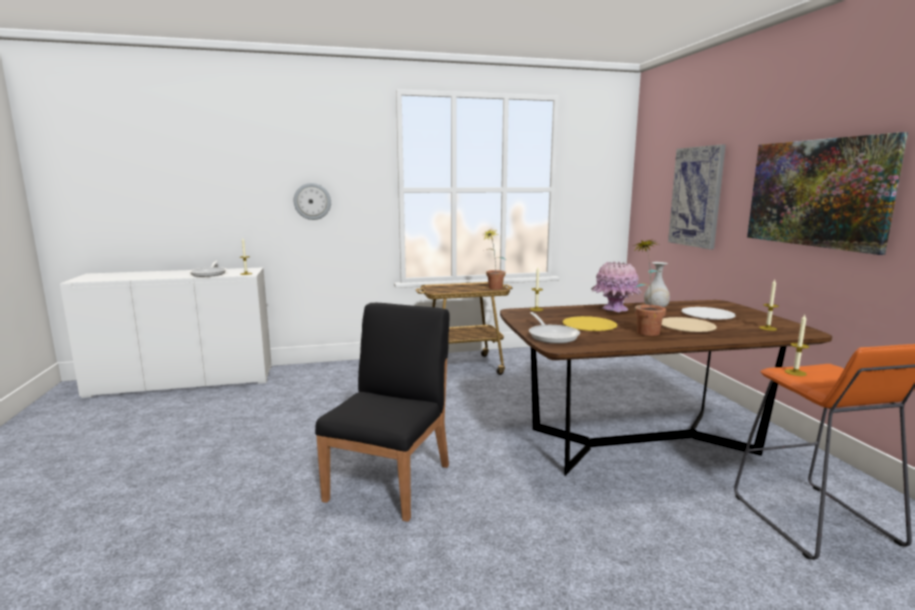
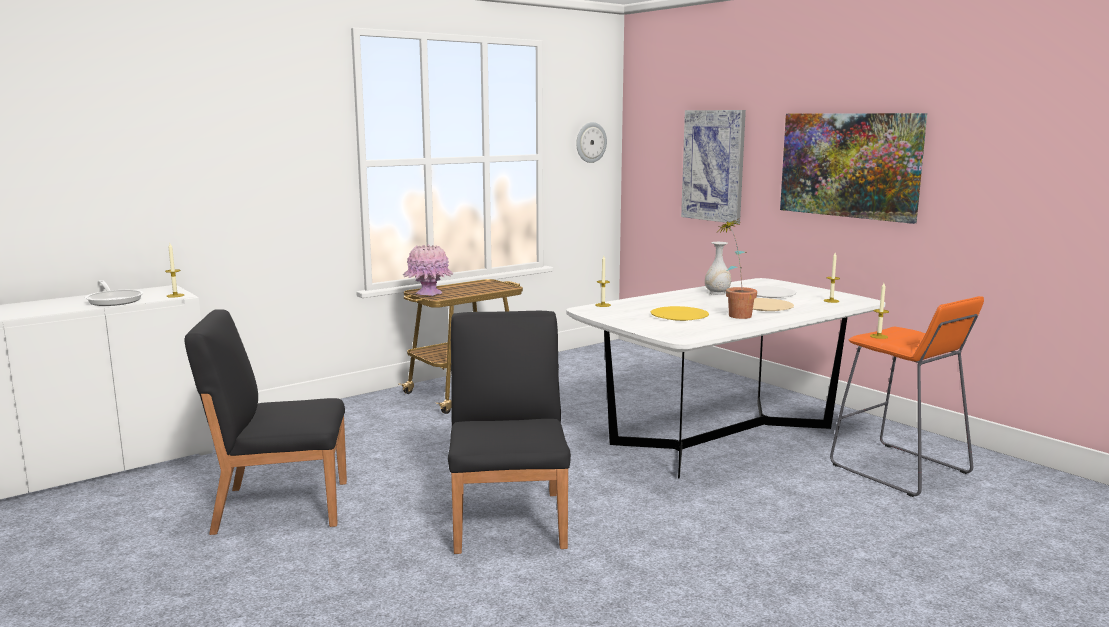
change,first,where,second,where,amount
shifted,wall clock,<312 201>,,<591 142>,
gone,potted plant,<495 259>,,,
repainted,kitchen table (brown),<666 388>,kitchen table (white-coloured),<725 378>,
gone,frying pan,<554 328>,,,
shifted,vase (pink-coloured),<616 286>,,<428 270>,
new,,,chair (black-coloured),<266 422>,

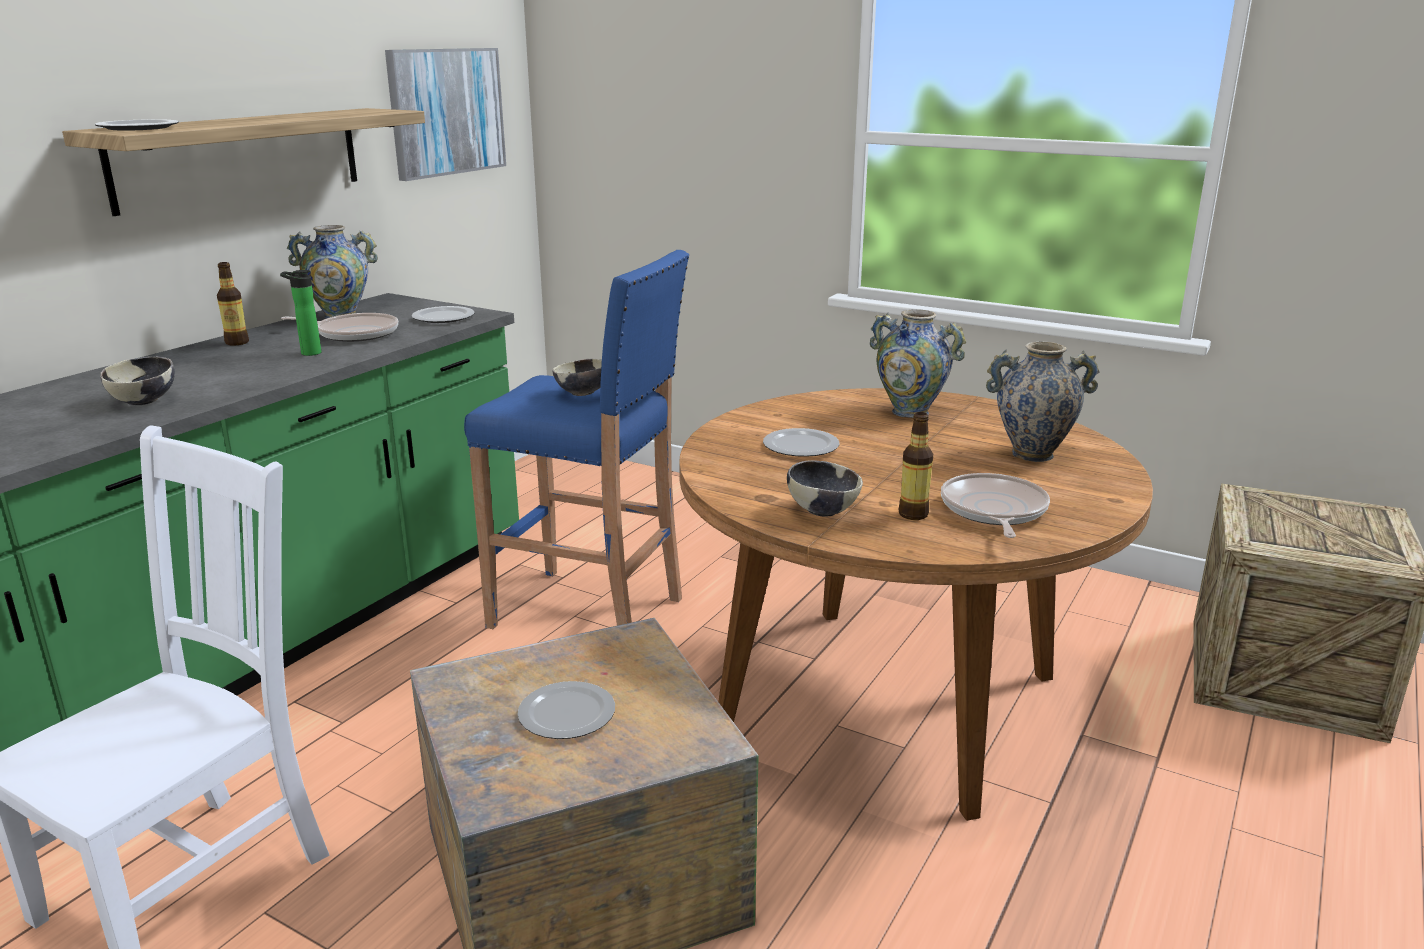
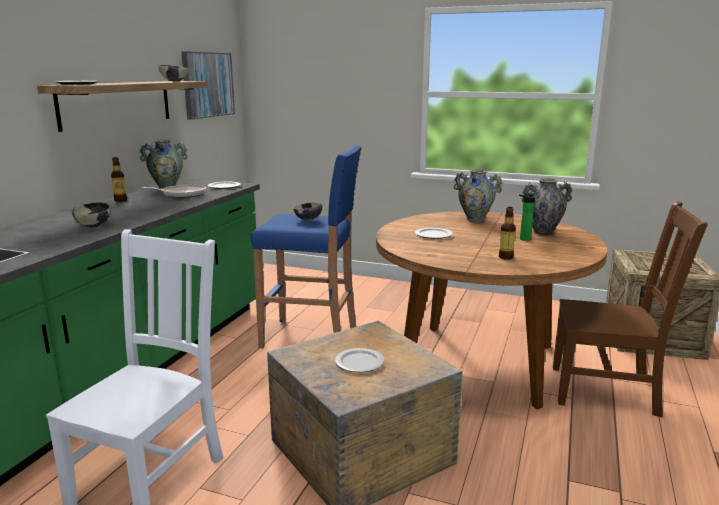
change,first,where,second,where,amount
shifted,beverage bottle,<301 313>,,<527 217>,
shifted,deep dish,<825 488>,,<173 73>,
gone,frying pan,<995 505>,,,
new,,,chair (brown),<630 309>,

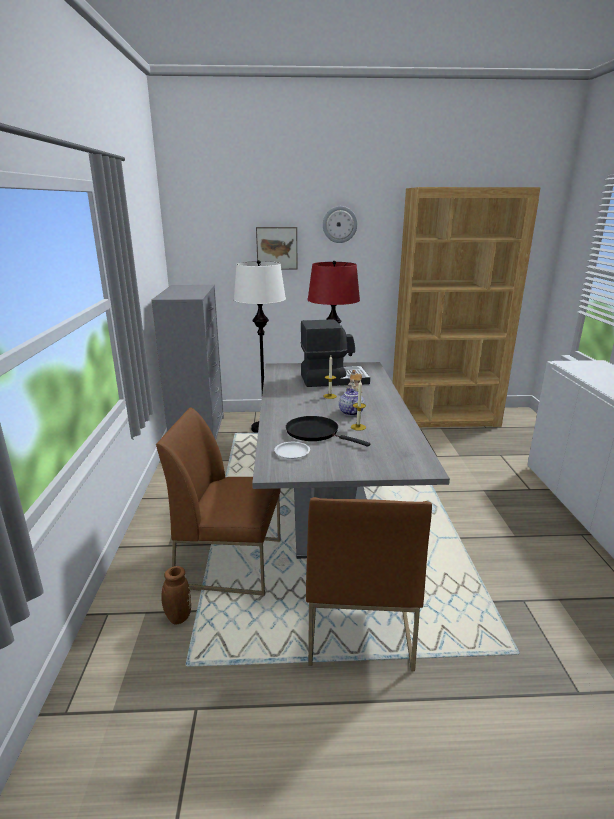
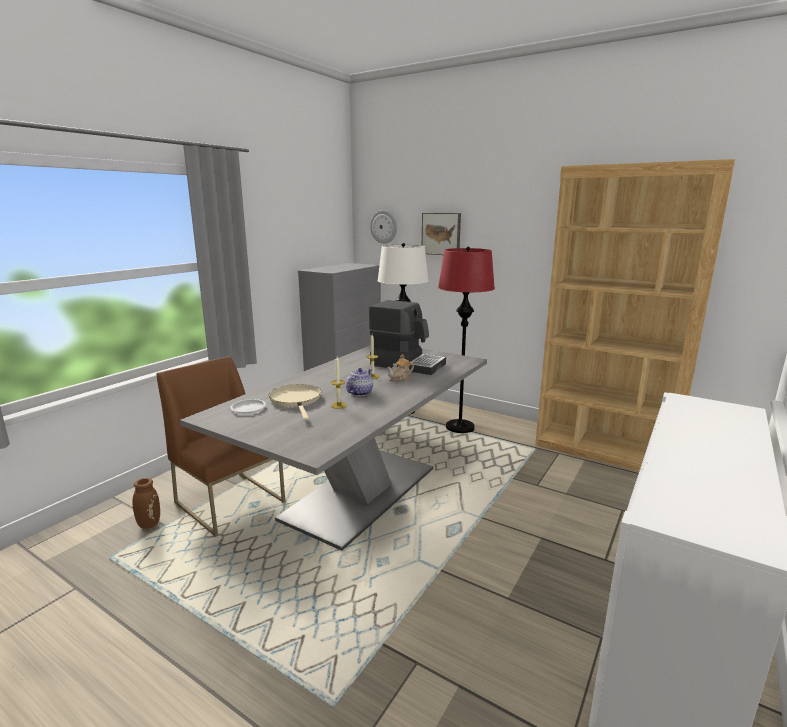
change,first,where,second,where,amount
repainted,frying pan (black-coloured),<328 431>,frying pan (beige-coloured),<295 402>,
gone,chair (brown),<369 584>,,,
shifted,wall clock,<340 224>,,<383 227>,

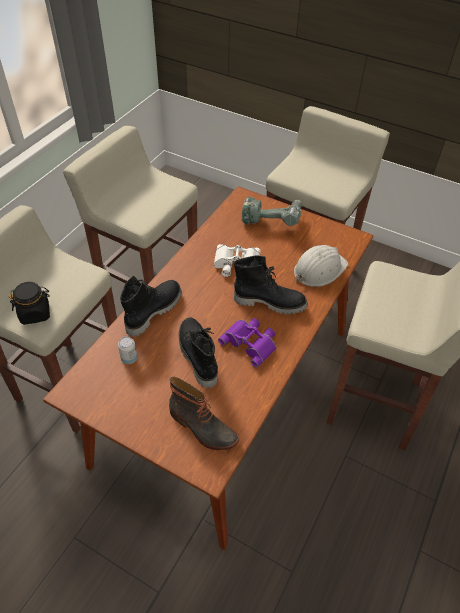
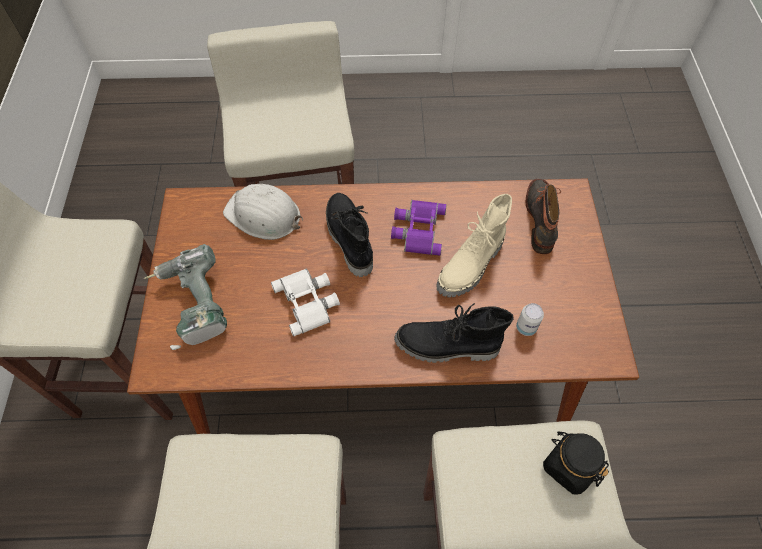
change,first,where,second,where,amount
repainted,boot (black-coloured),<198 353>,boot (beige-coloured),<474 245>,

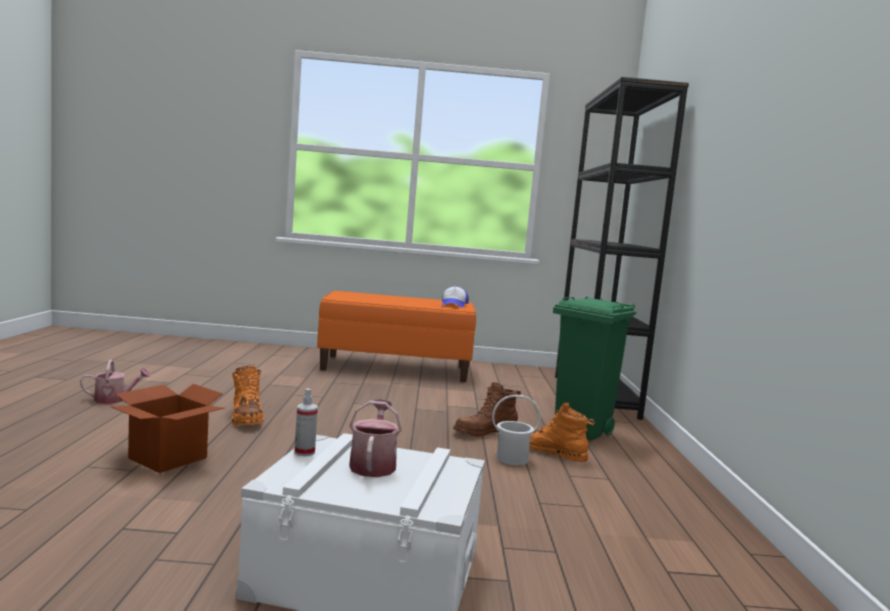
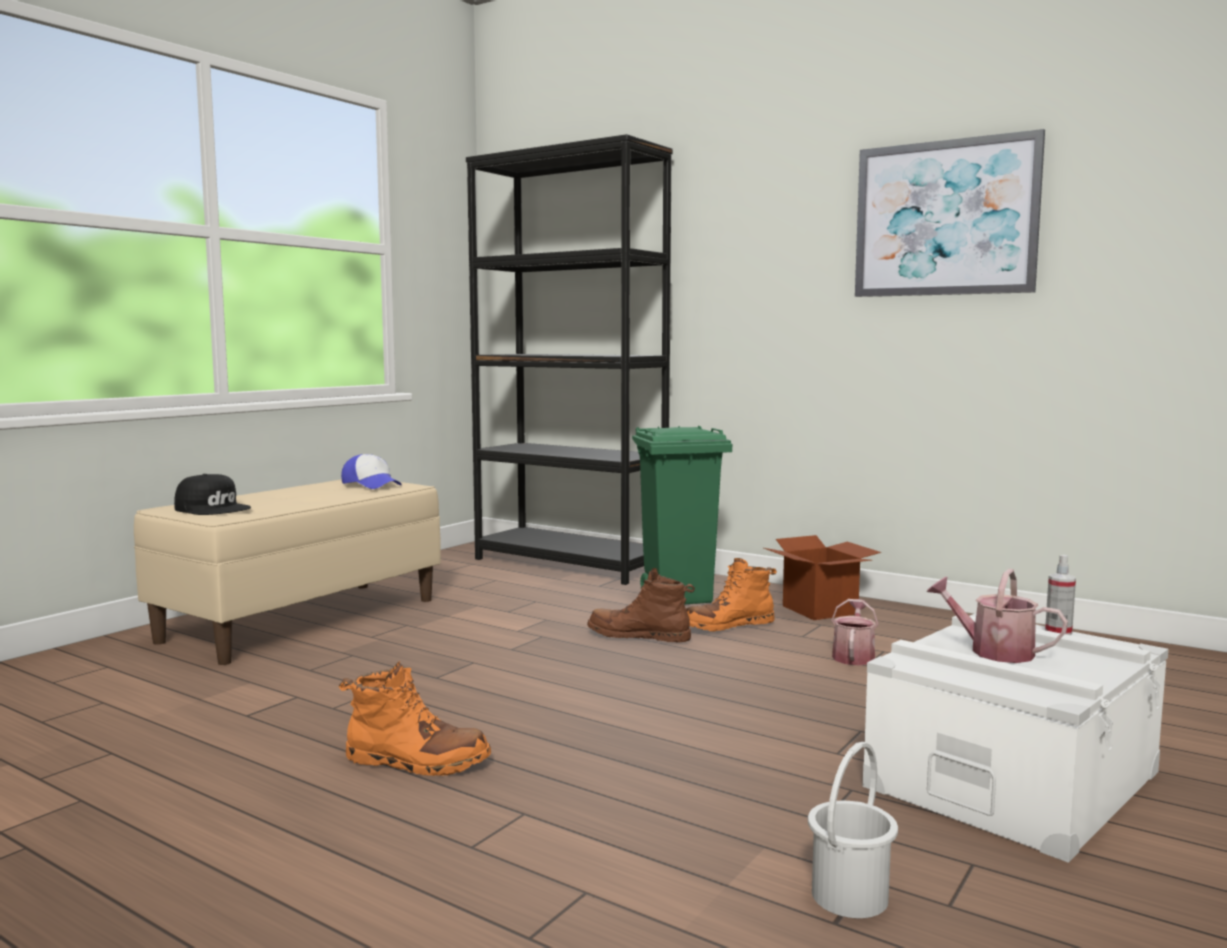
change,first,where,second,where,amount
shifted,sprinkling can,<115 382>,,<855 632>,
shifted,packing box,<167 428>,,<822 577>,
shifted,hand sprayer,<306 422>,,<1060 595>,
repainted,bench (orange-coloured),<396 336>,bench (beige-coloured),<287 572>,
rotated,boot (brown),<487 409>,,<641 605>,105 degrees clockwise
shifted,pail (white-coloured),<516 430>,,<853 830>,
new,,,baseball cap (black-coloured),<212 494>,
new,,,wall picture,<950 213>,

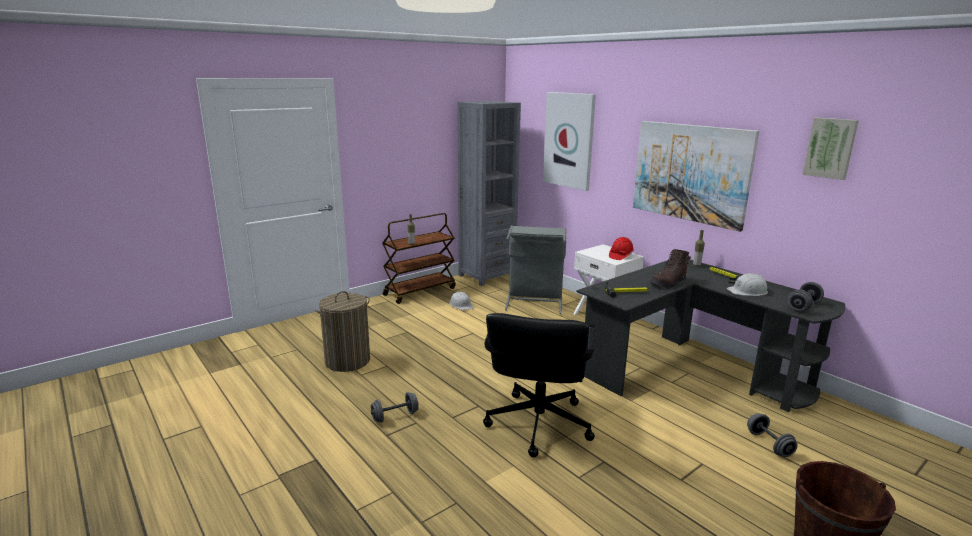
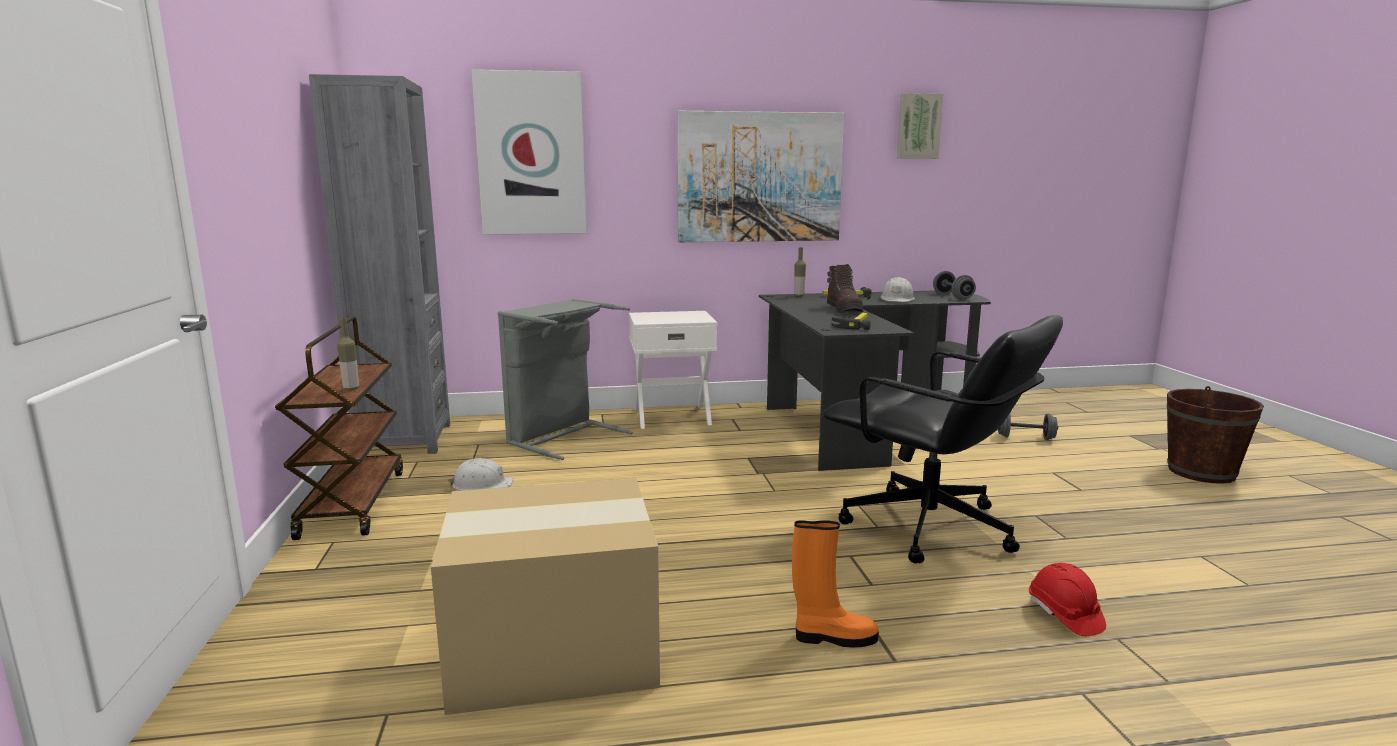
change,first,where,second,where,amount
swapped,hamper,<342 331>,packing box,<545 596>,
swapped,dumbbell (gray),<395 407>,boot (orange-coloured),<835 584>,
shifted,safety helmet (red-coloured),<621 248>,,<1067 599>,

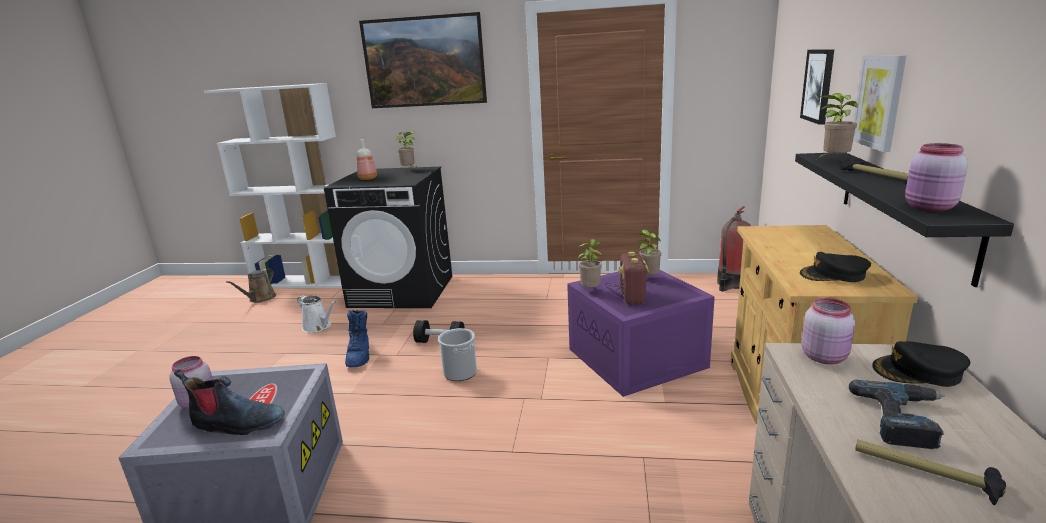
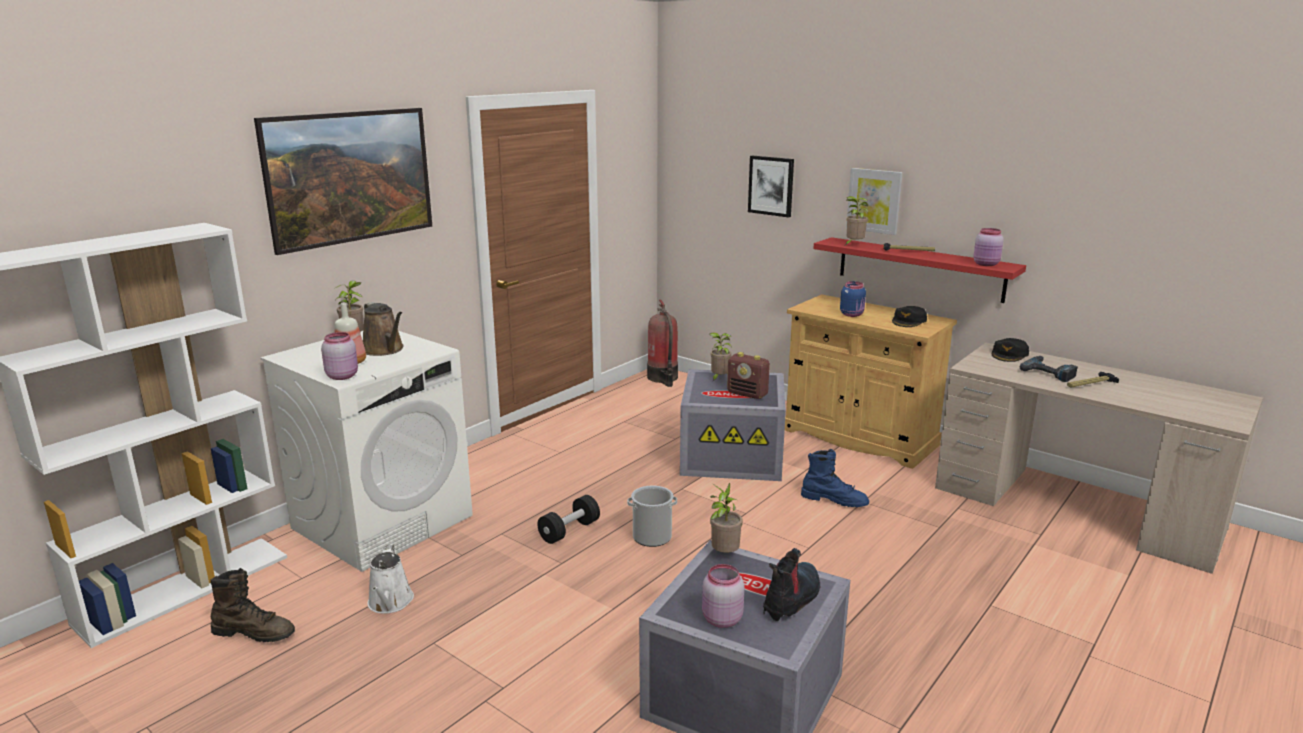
change,first,where,second,where,amount
shifted,sprinkling can (brown),<251 286>,,<383 329>,
rotated,sprinkling can (white-coloured),<316 314>,,<390 579>,105 degrees clockwise
repainted,laundry appliance (black-coloured),<388 237>,laundry appliance (white-coloured),<366 451>,
shifted,boot (blue-coloured),<357 339>,,<835 478>,
repainted,storage box (purplish),<641 333>,storage box (gray),<733 425>,
shifted,potted plant,<590 263>,,<726 518>,
repainted,shelf (black-coloured),<904 220>,shelf (red-coloured),<919 270>,
shifted,preserve jar (pink-coloured),<828 331>,,<339 356>,
new,,,boot (brown),<252 605>,
new,,,preserve jar (blue-coloured),<853 299>,

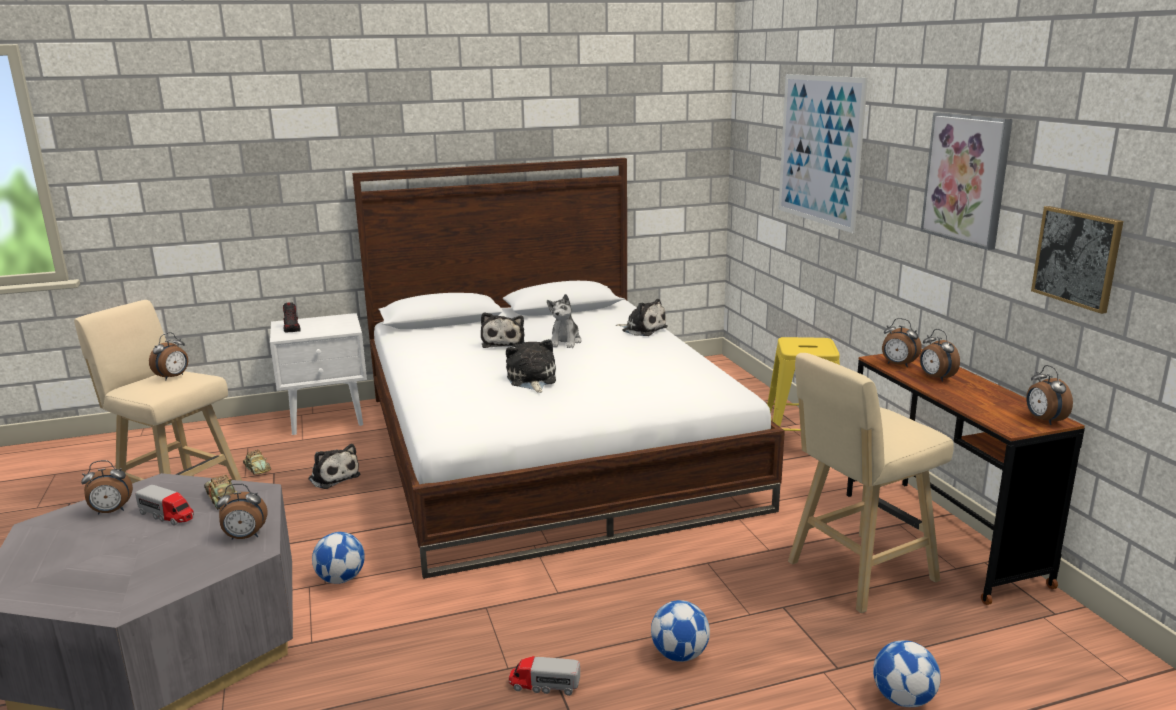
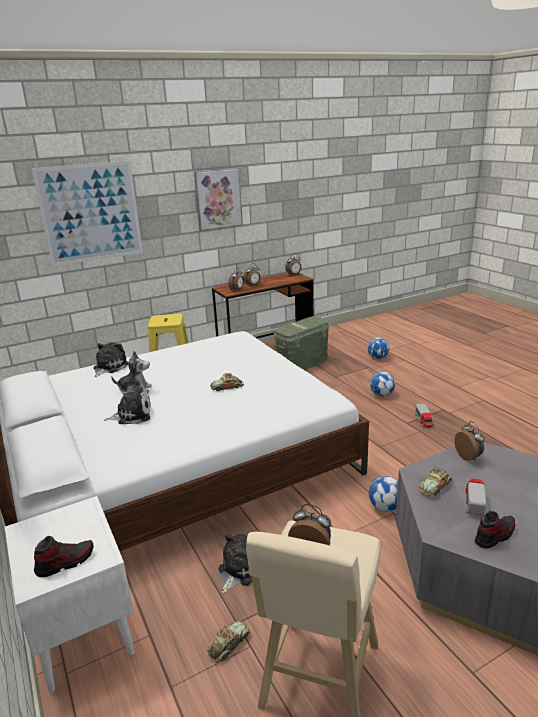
change,first,where,second,where,amount
swapped,bedside clock,<107 487>,low shoe,<495 530>,
swapped,cuddly toy,<531 366>,model car,<227 382>,
swapped,stool seat (beige-coloured),<871 483>,storage box (greenish),<301 343>,
gone,wall picture,<1077 260>,,,

